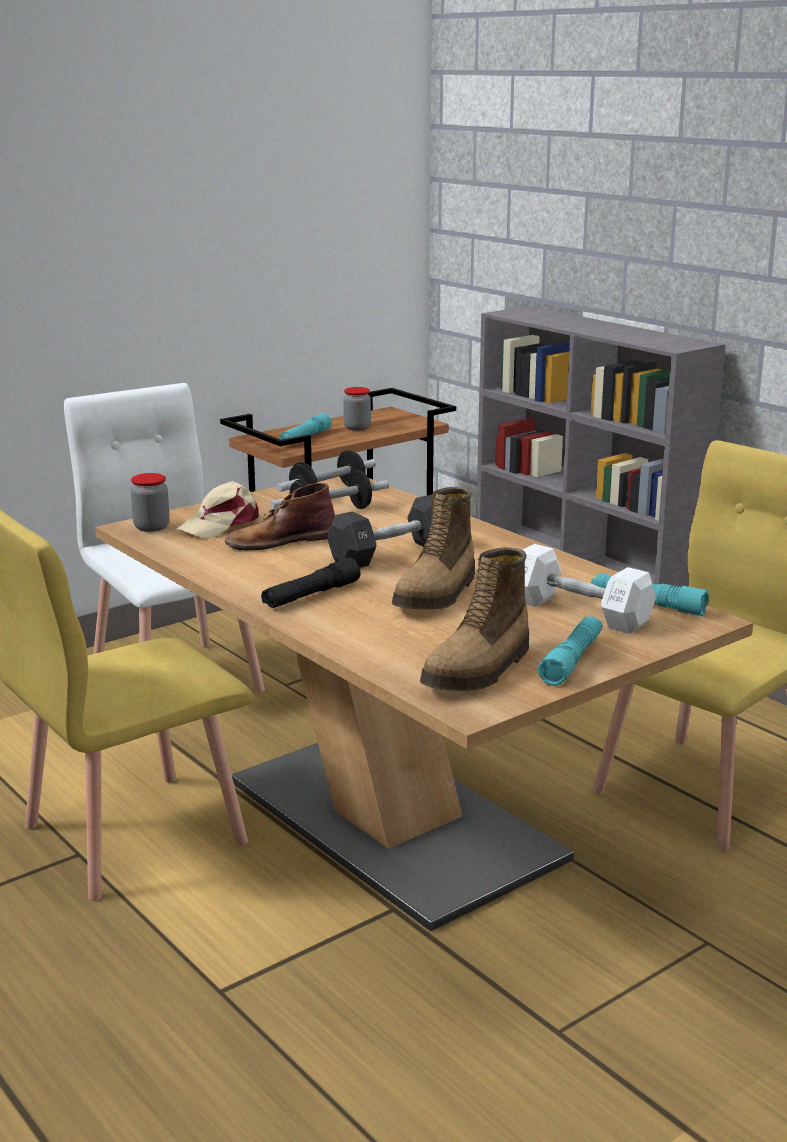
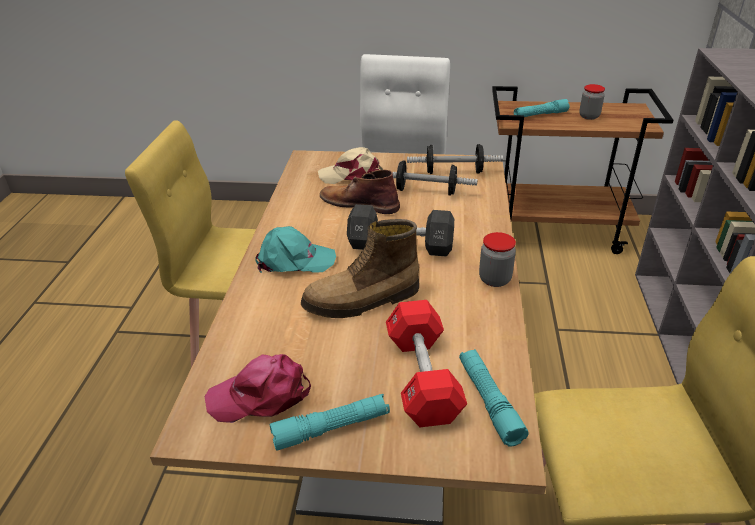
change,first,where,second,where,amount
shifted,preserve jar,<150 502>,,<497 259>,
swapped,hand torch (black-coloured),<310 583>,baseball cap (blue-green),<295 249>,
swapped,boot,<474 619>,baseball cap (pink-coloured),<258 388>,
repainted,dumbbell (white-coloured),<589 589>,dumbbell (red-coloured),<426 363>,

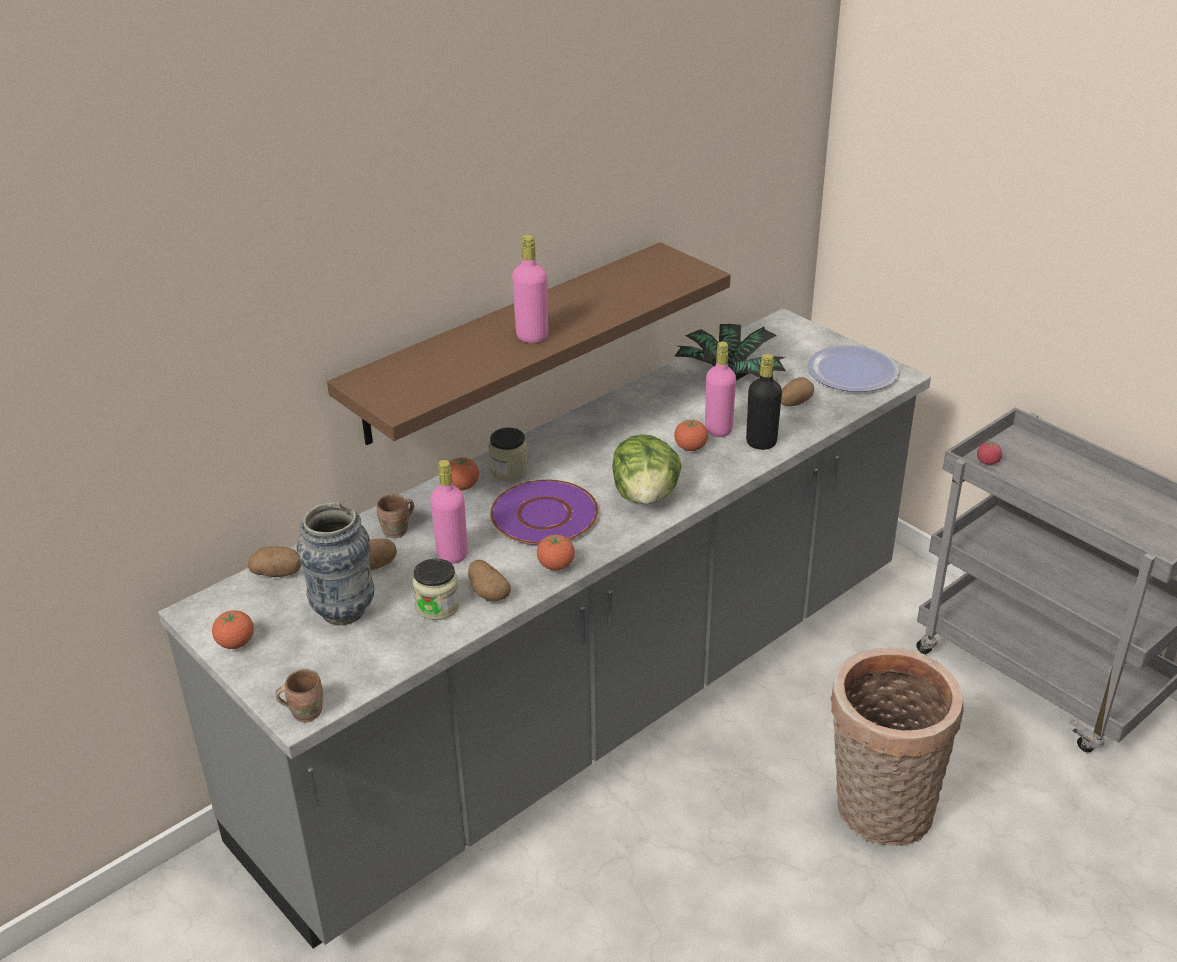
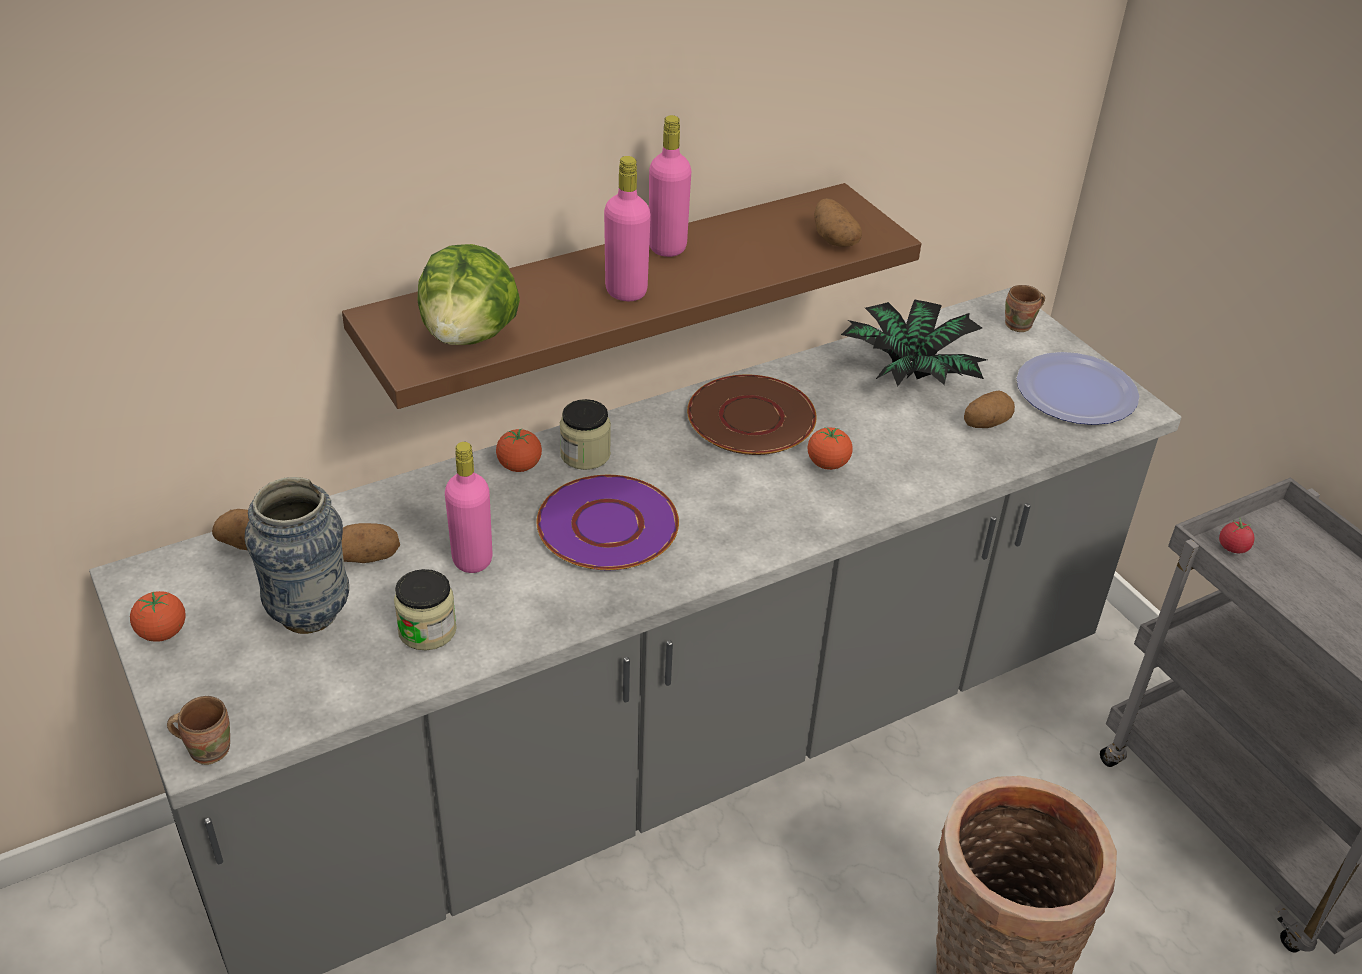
change,first,where,second,where,amount
shifted,tea mug (brown),<395 516>,,<1025 308>,
shifted,potato,<489 580>,,<838 222>,
gone,fresh tomato,<556 552>,,,
shifted,lettuce head,<647 469>,,<469 294>,
shifted,beverage bottle (pink-coloured),<720 389>,,<670 186>,
gone,beverage bottle (black-coloured),<764 402>,,,
new,,,dinner plate (brown),<752 414>,

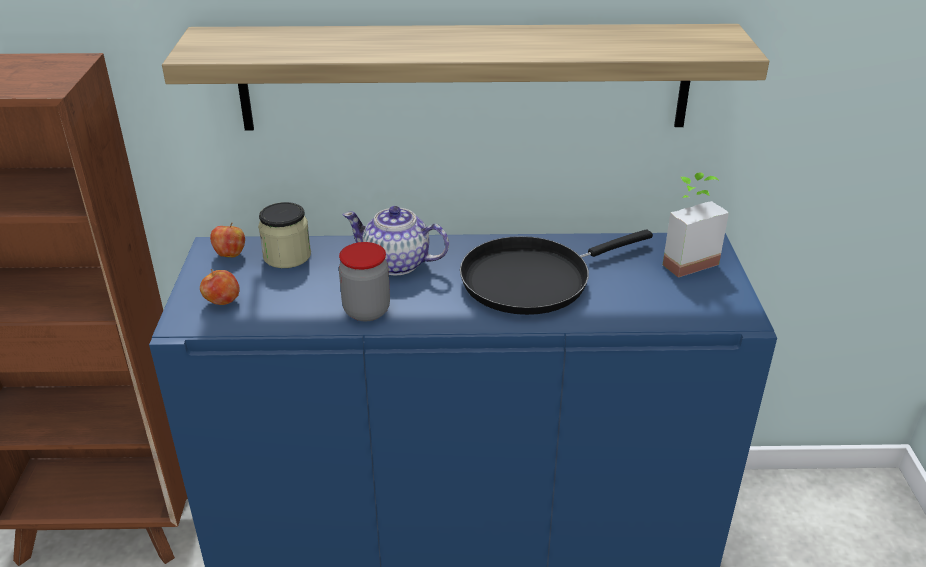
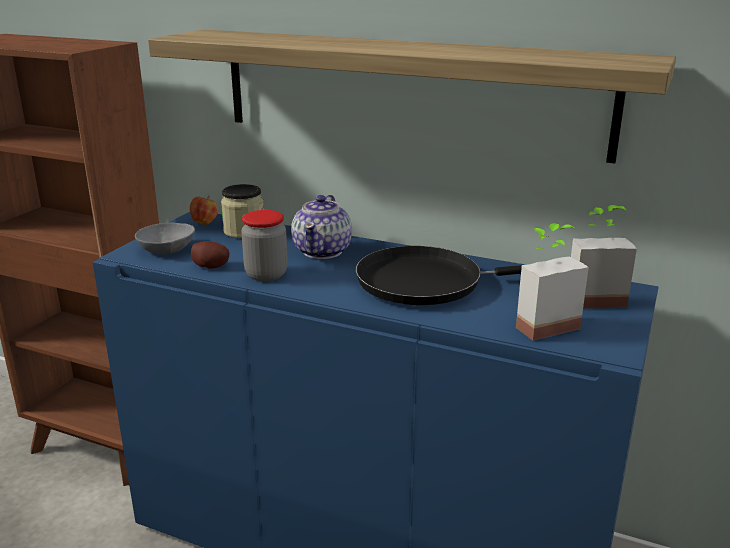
change,first,where,second,where,amount
swapped,whole apple,<220 287>,deep dish (gray),<165 239>,
rotated,teapot,<396 241>,,<321 227>,120 degrees counterclockwise
new,,,potato,<210 255>,
new,,,potted plant,<552 281>,

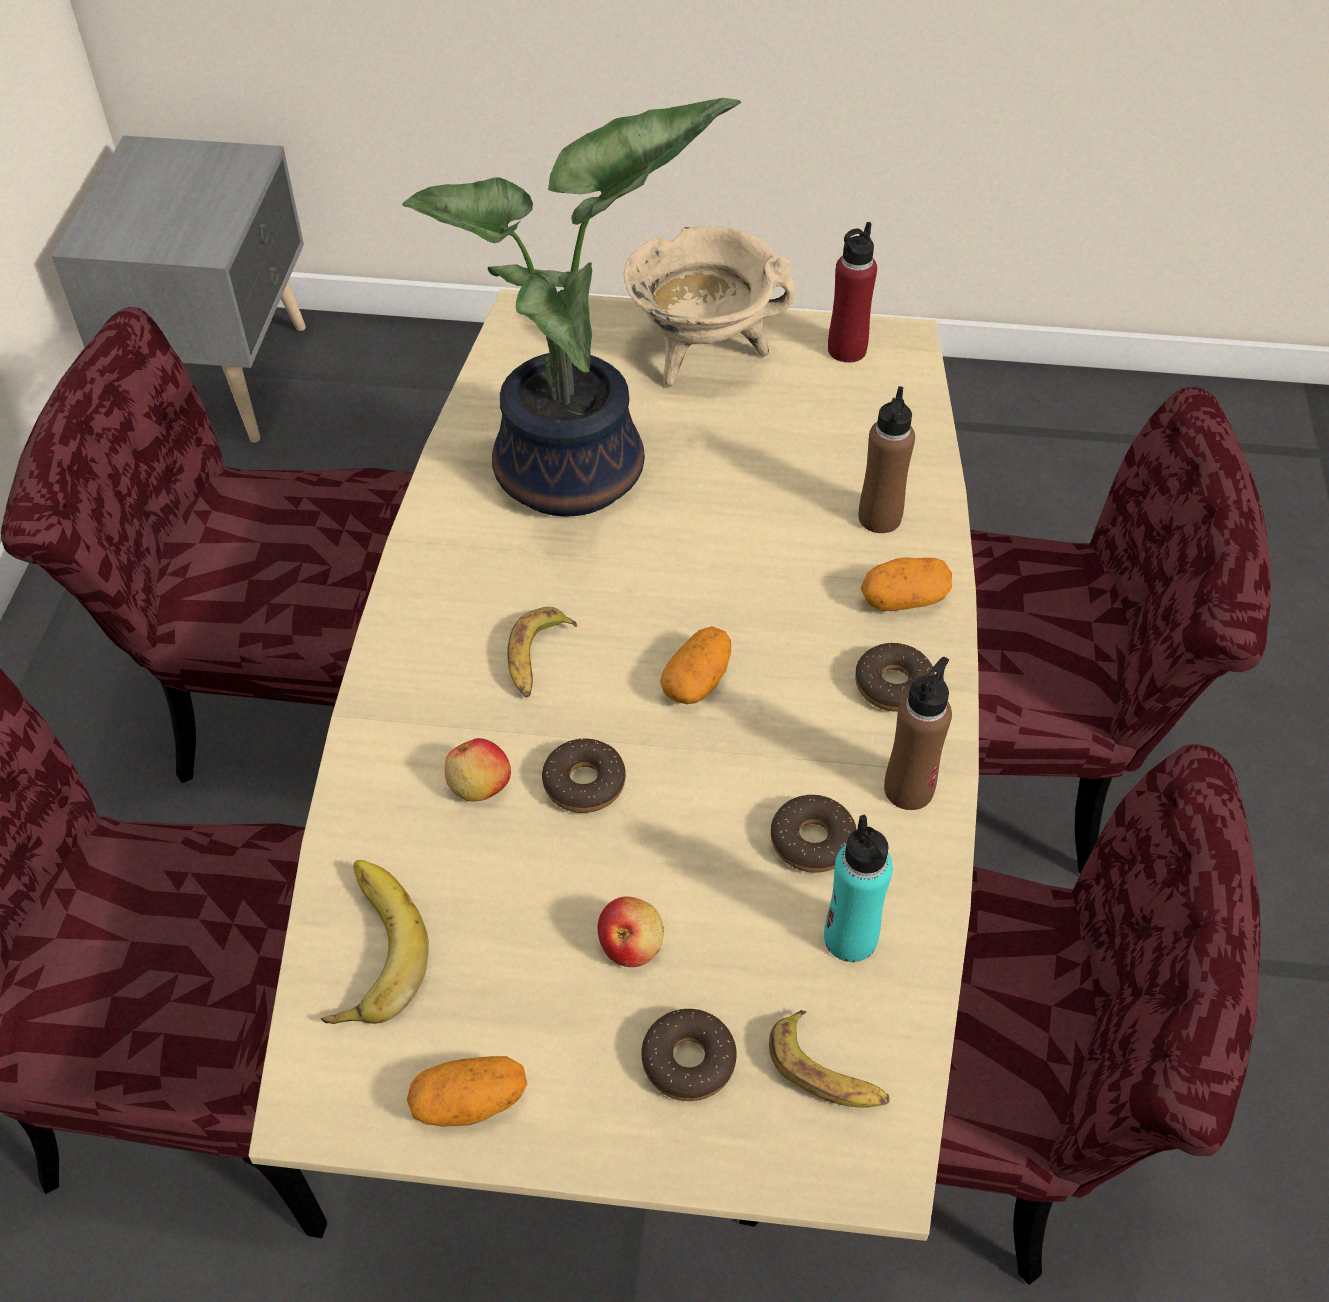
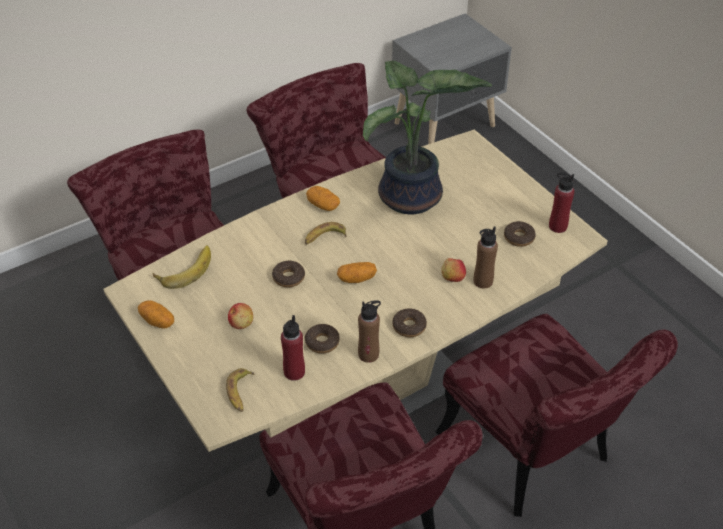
change,first,where,second,where,amount
shifted,whole apple,<478 770>,,<453 270>,
gone,saucepot (beige-coloured),<709 306>,,,
shifted,donut,<689 1055>,,<520 234>,
repainted,beverage bottle (blue-green),<858 888>,beverage bottle (red-coloured),<293 348>,
shifted,potato,<906 584>,,<323 198>,

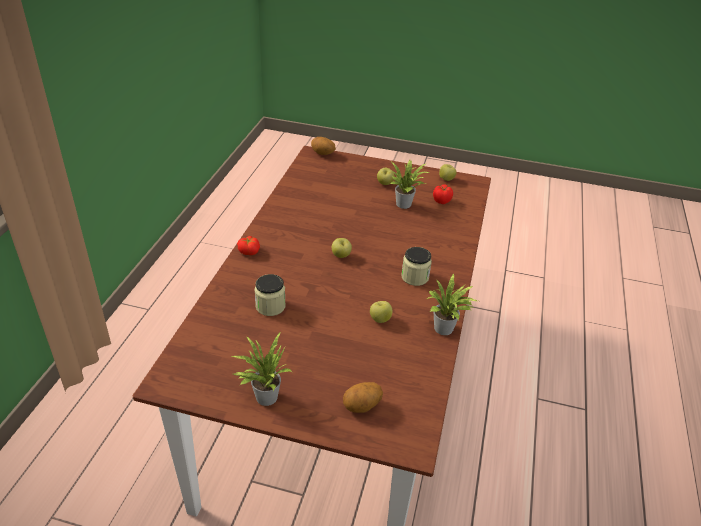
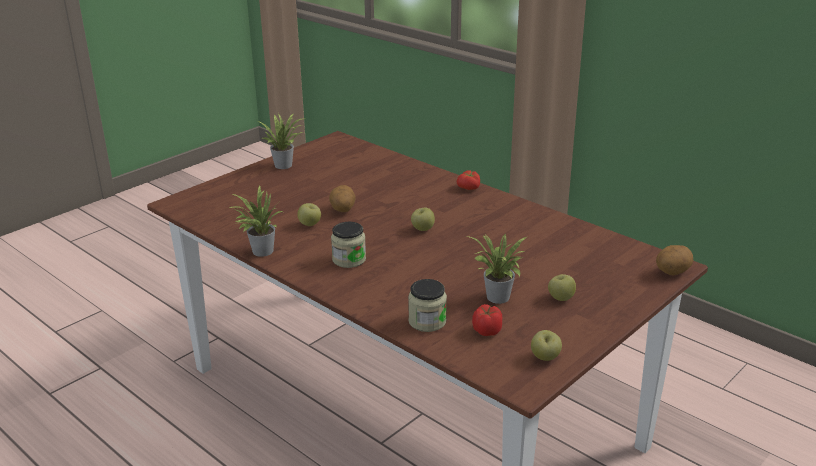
change,first,where,second,where,amount
shifted,preserve jar,<270 295>,,<427 305>,
shifted,potato,<363 397>,,<342 198>,

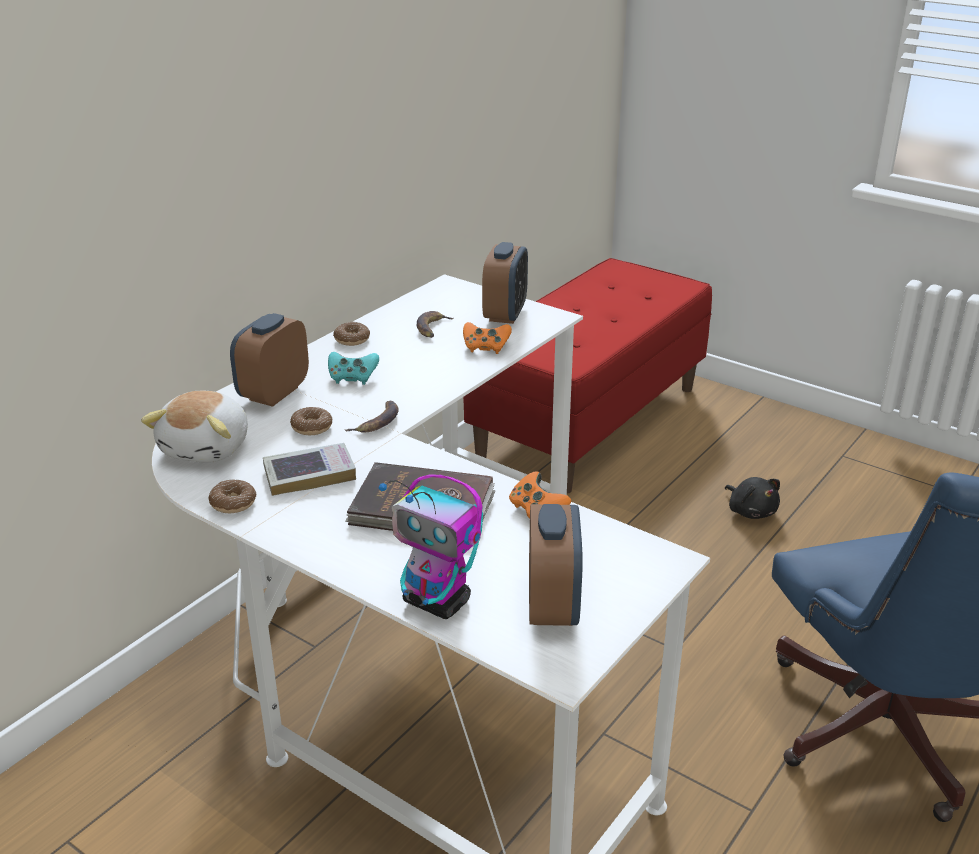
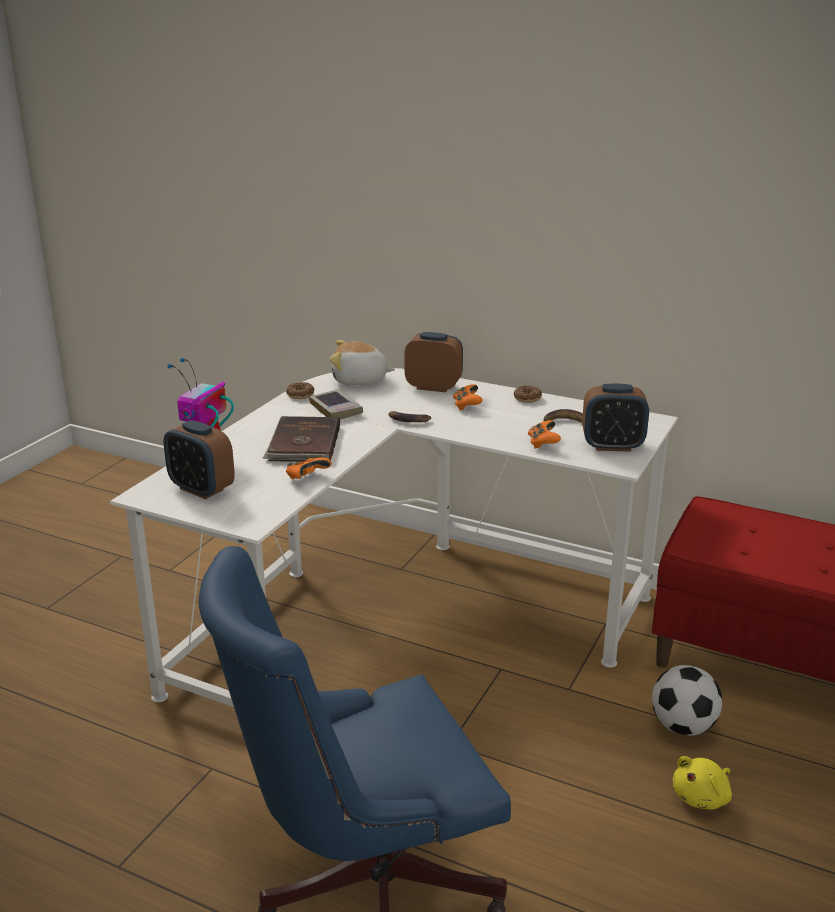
change,first,where,second,where,amount
gone,donut,<311 421>,,,
repainted,gamepad (blue-green),<353 368>,gamepad (orange-coloured),<468 397>,
rotated,bedside clock,<556 565>,,<199 459>,45 degrees clockwise
repainted,cuddly toy (black-coloured),<752 498>,cuddly toy (yellow-coloured),<702 783>,
new,,,football ball,<687 700>,

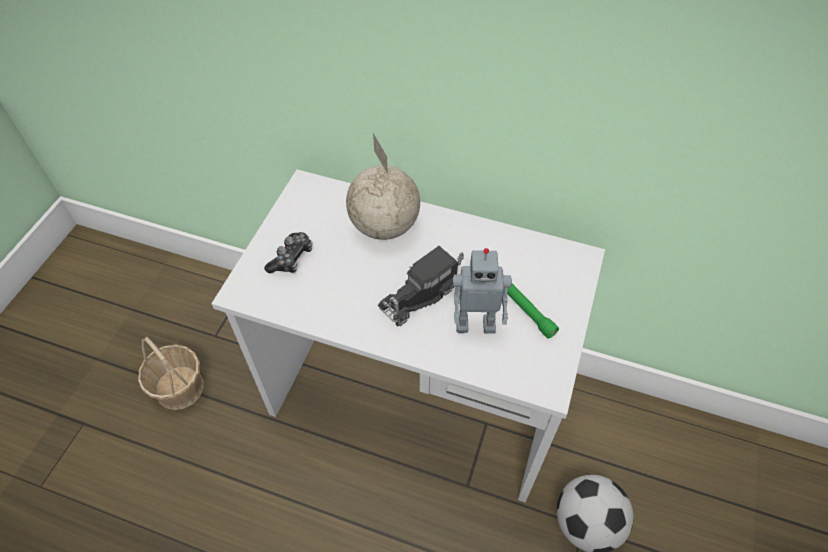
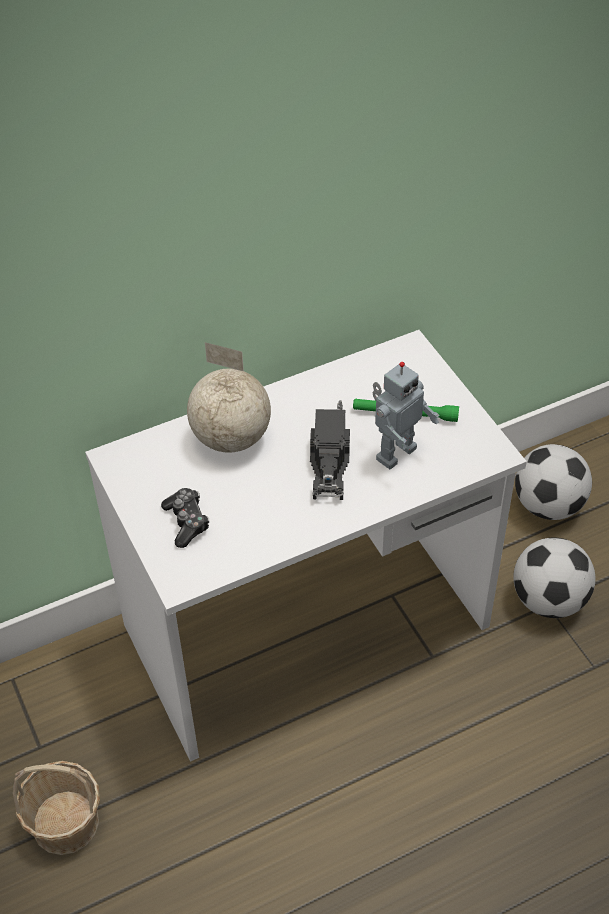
change,first,where,second,where,amount
new,,,football ball,<553 482>,

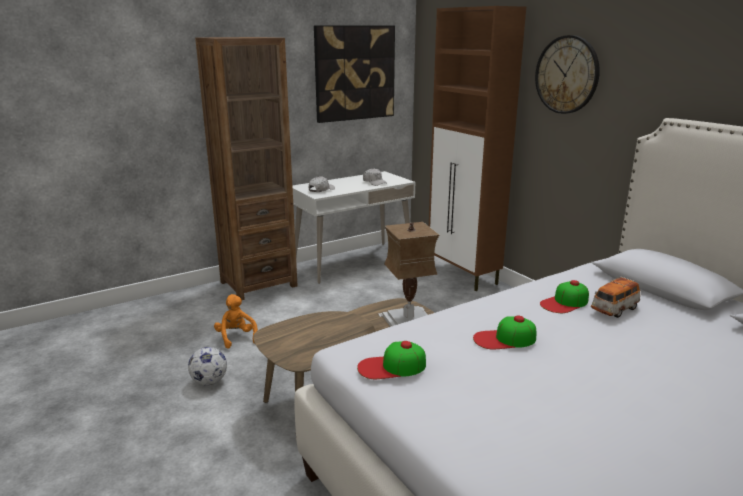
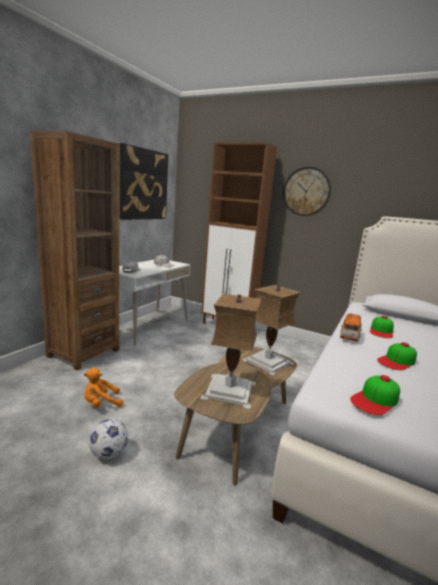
change,first,where,second,where,amount
rotated,cuddly toy (orange-coloured),<236 321>,,<103 387>,60 degrees counterclockwise
shifted,model car,<615 297>,,<351 327>,
new,,,tabletop lamp,<230 351>,

